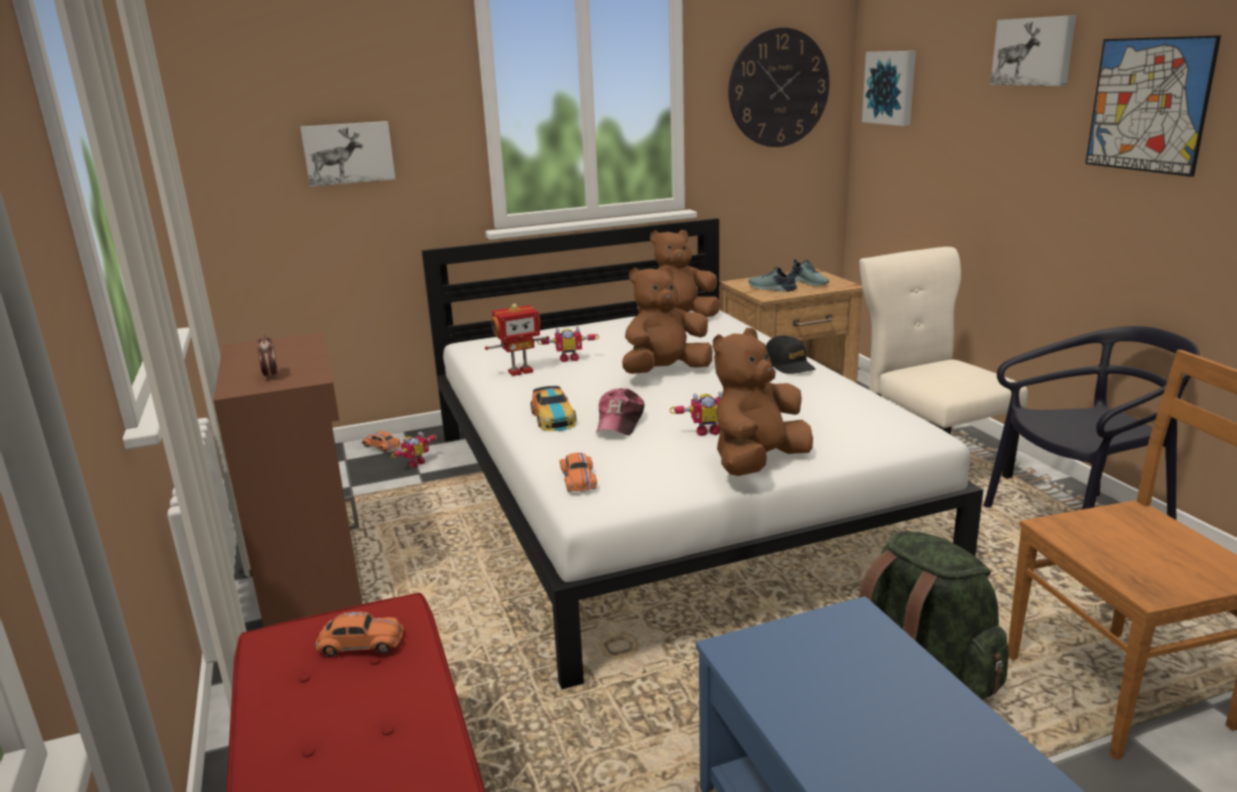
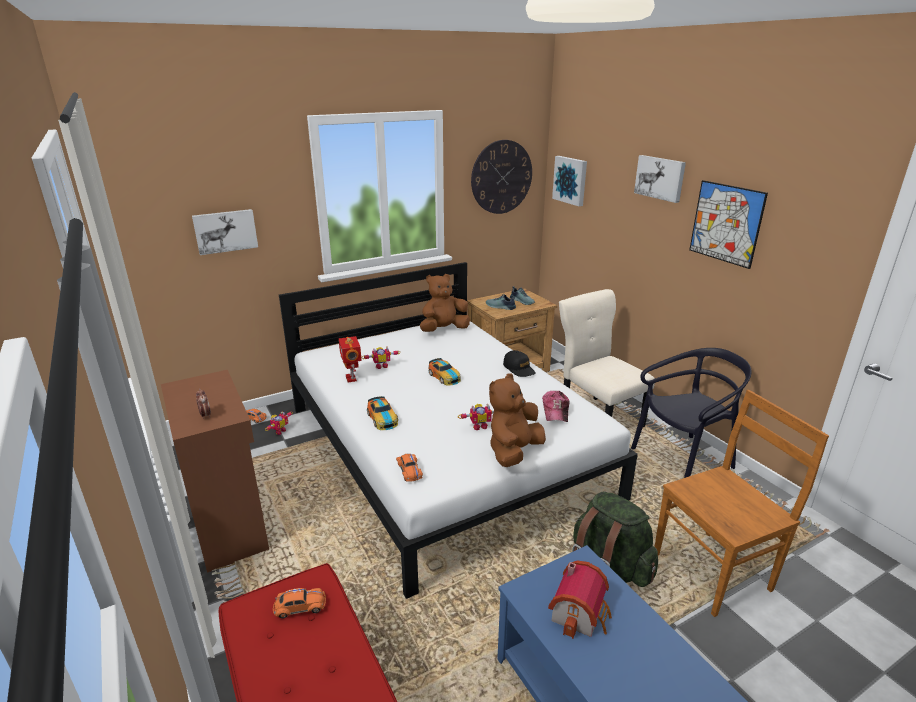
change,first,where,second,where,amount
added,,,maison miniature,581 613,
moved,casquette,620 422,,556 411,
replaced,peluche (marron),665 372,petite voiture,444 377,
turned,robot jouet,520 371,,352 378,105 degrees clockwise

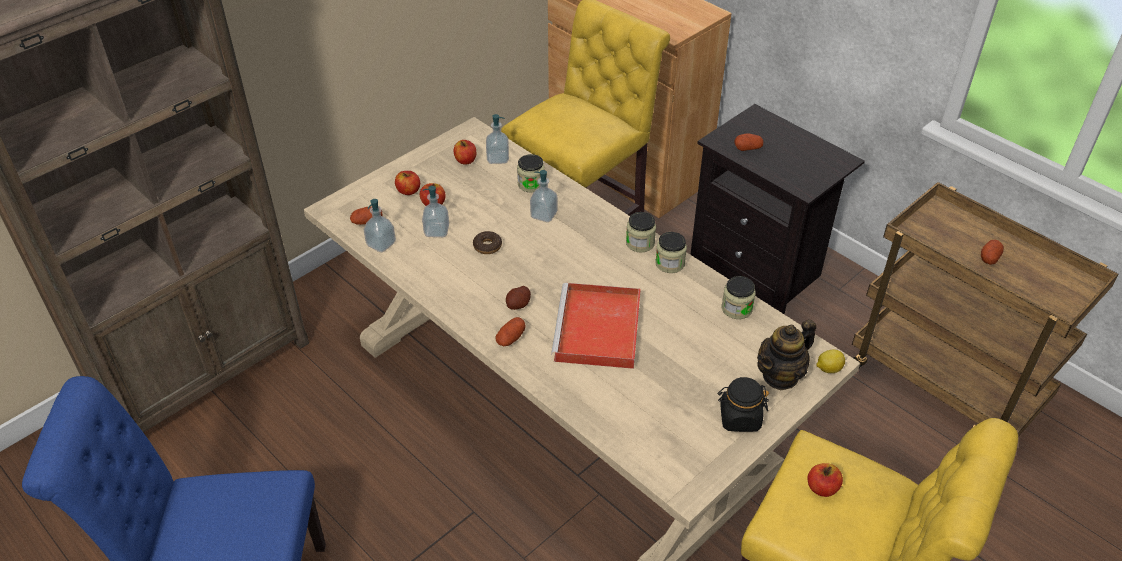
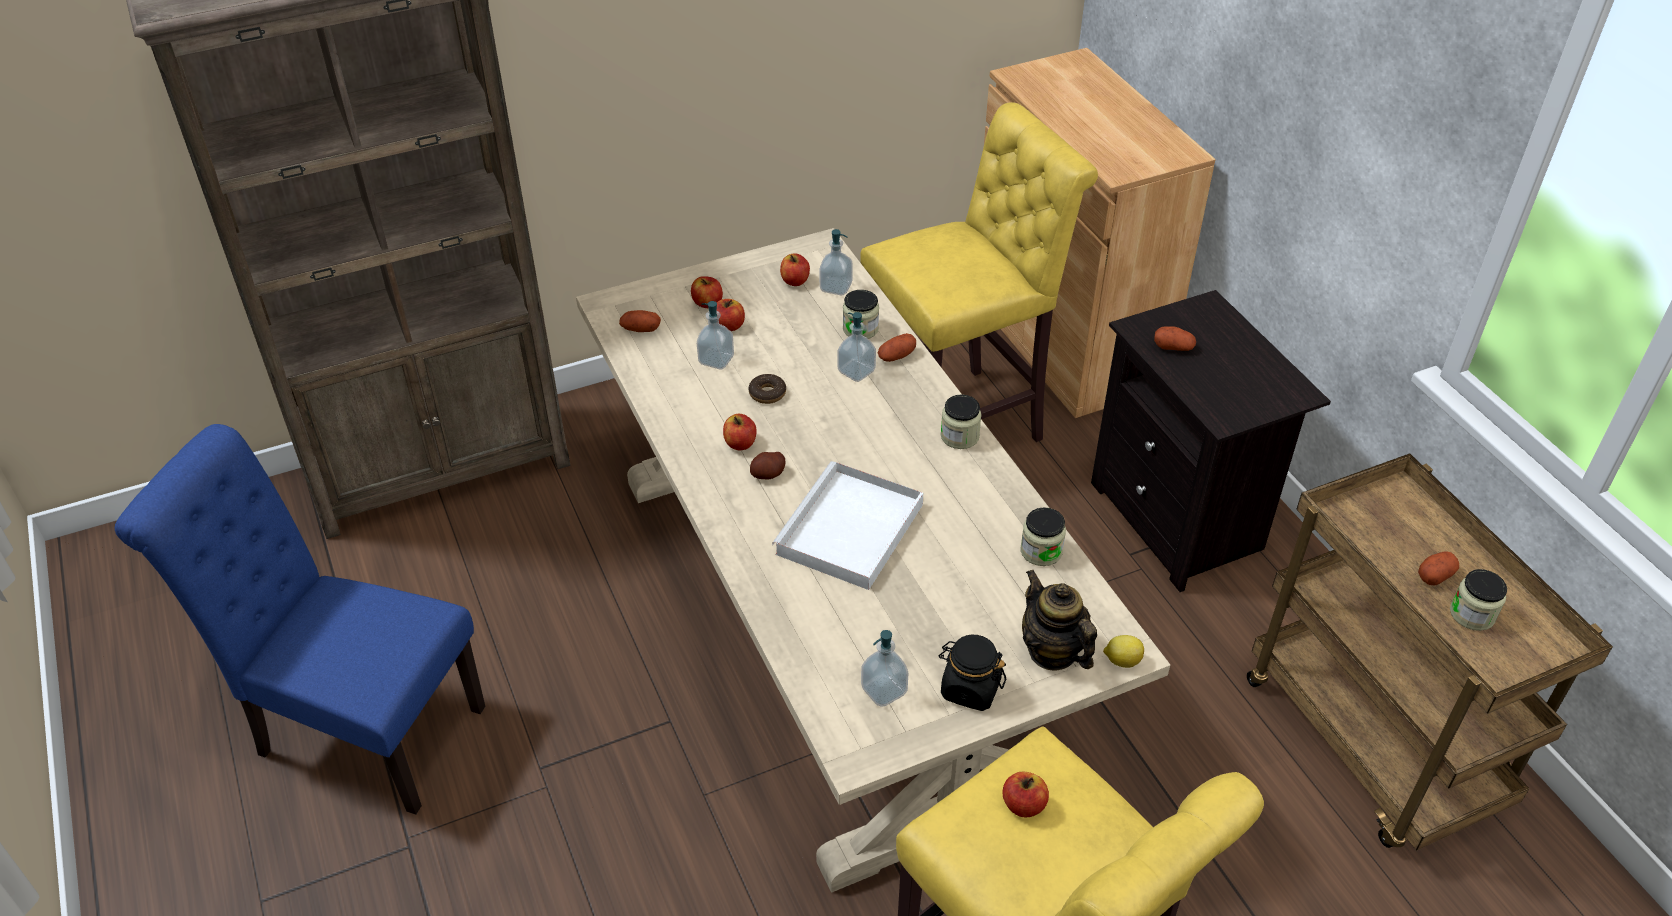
change,first,where,second,where,amount
added,,,pomme,740 443,
moved,distributeur de savon,381 244,,884 690,
moved,pomme de terre,510 338,,896 356,
moved,bocal,670 263,,1472 614,
recoloured,plateau (rouge),598 330,plateau (blanc),849 531,
turned,théière,780 376,,1052 651,75 degrees clockwise

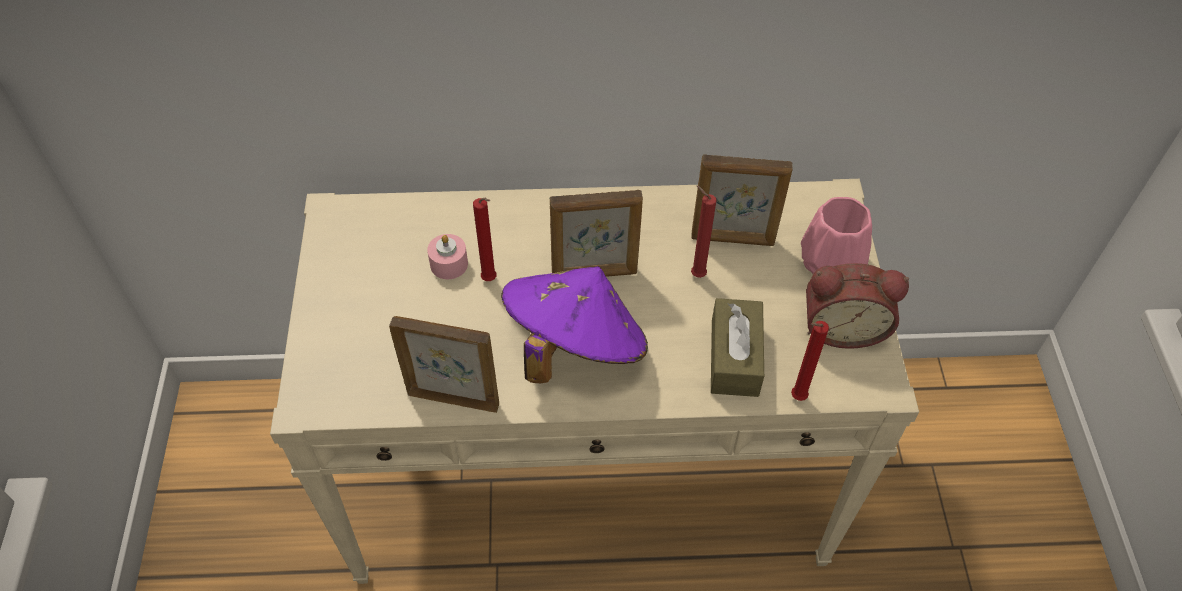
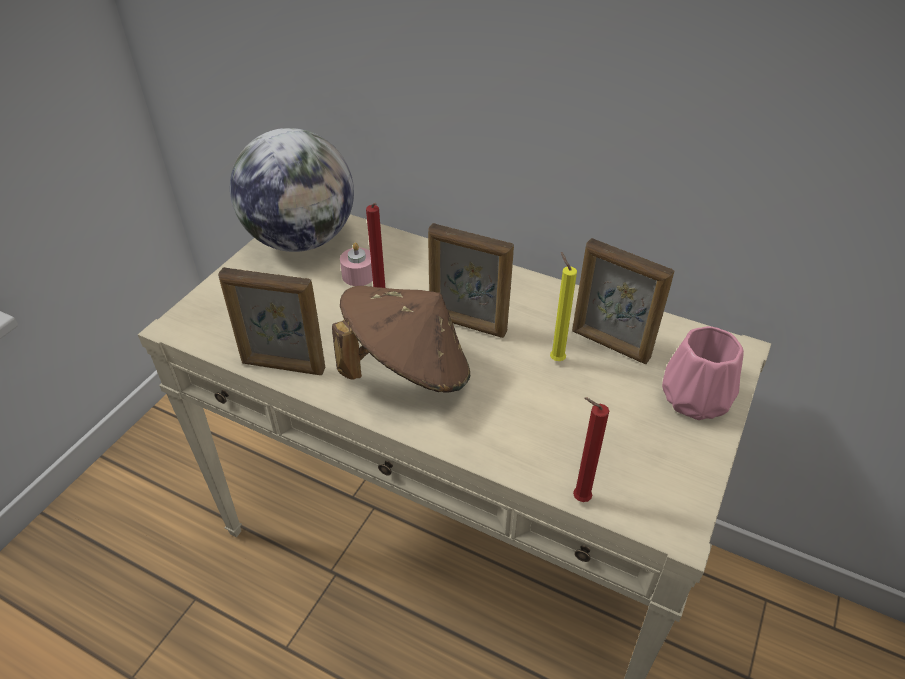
change,first,where,second,where,amount
removed,boîte à mouchoirs (marron),734 357,,,
removed,réveil,842 326,,,
added,,,globe,301 239,
recoloured,chapeau (violet),574 346,chapeau (marron),407 370,
recoloured,bougie (rouge),695 274,bougie (jaune),555 358,
turned,cadre photo,453 398,,283 366,150 degrees clockwise

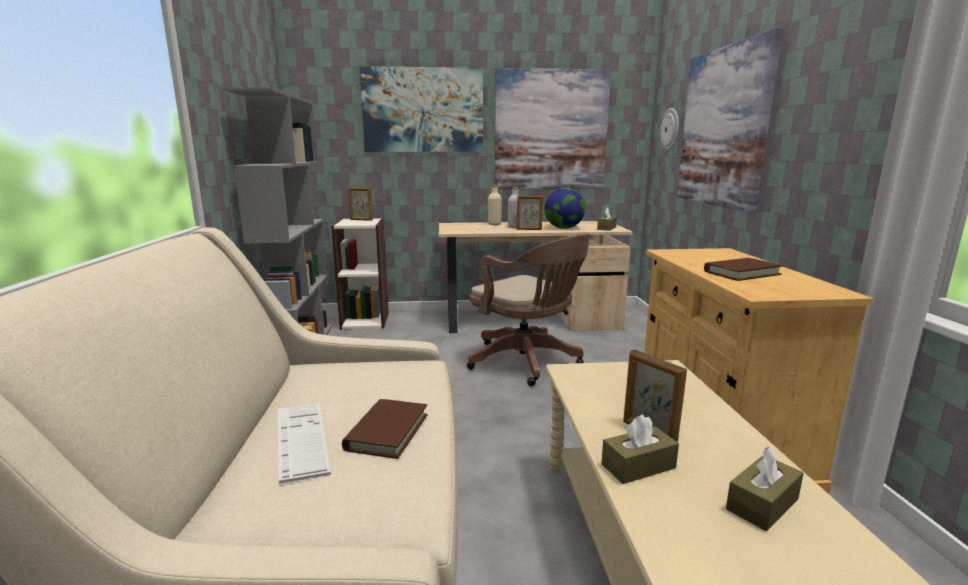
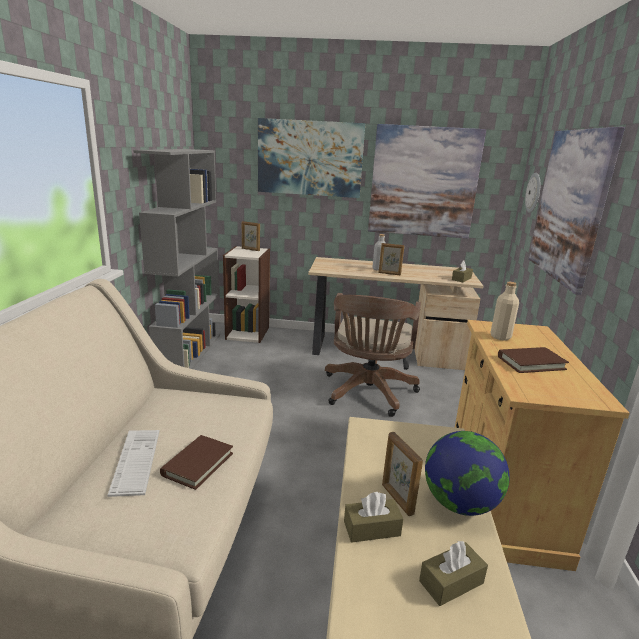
change,first,where,second,where,amount
moved,bouteille (beige),494 224,,500 337,
moved,globe,564 228,,460 504,
turned,chaise de bureau (marron),528 362,,368 393,45 degrees clockwise

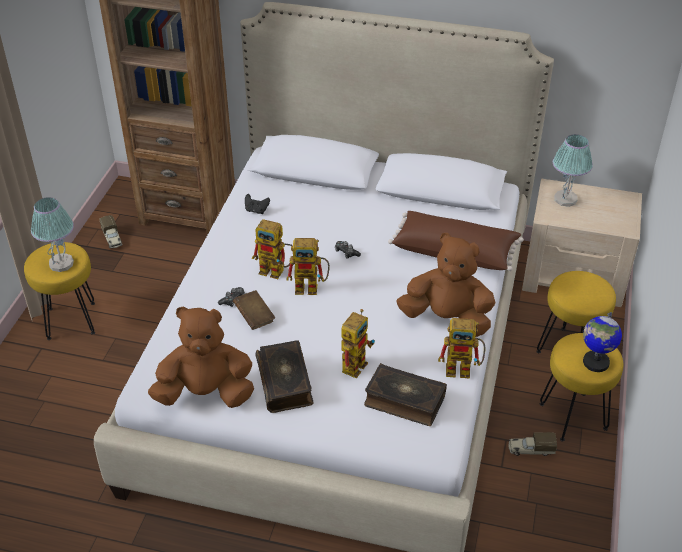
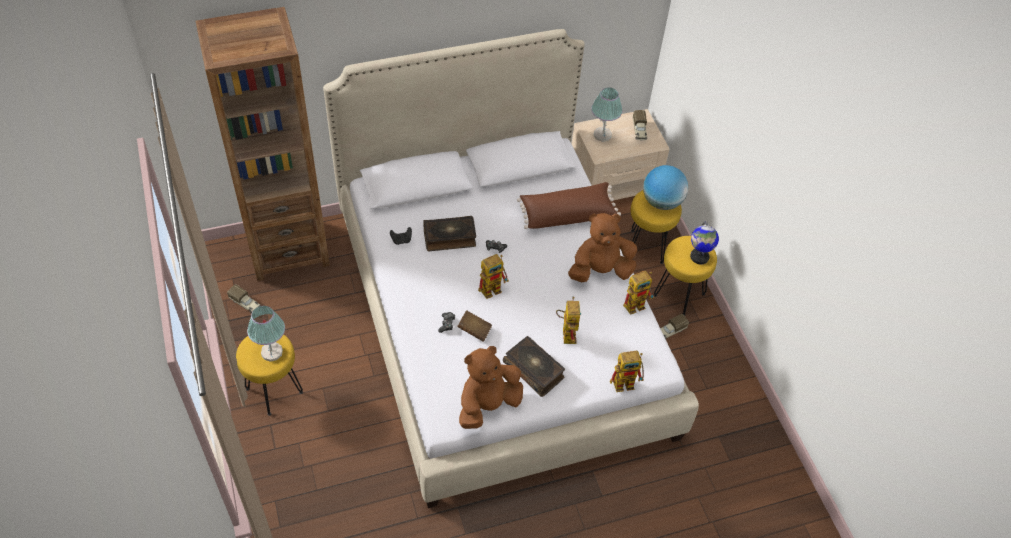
change,first,where,second,where,amount
added,,,camion jouet,639 131,
added,,,globe,662 202,
moved,robot jouet,277 271,,627 382,
moved,livre,404 401,,449 237,

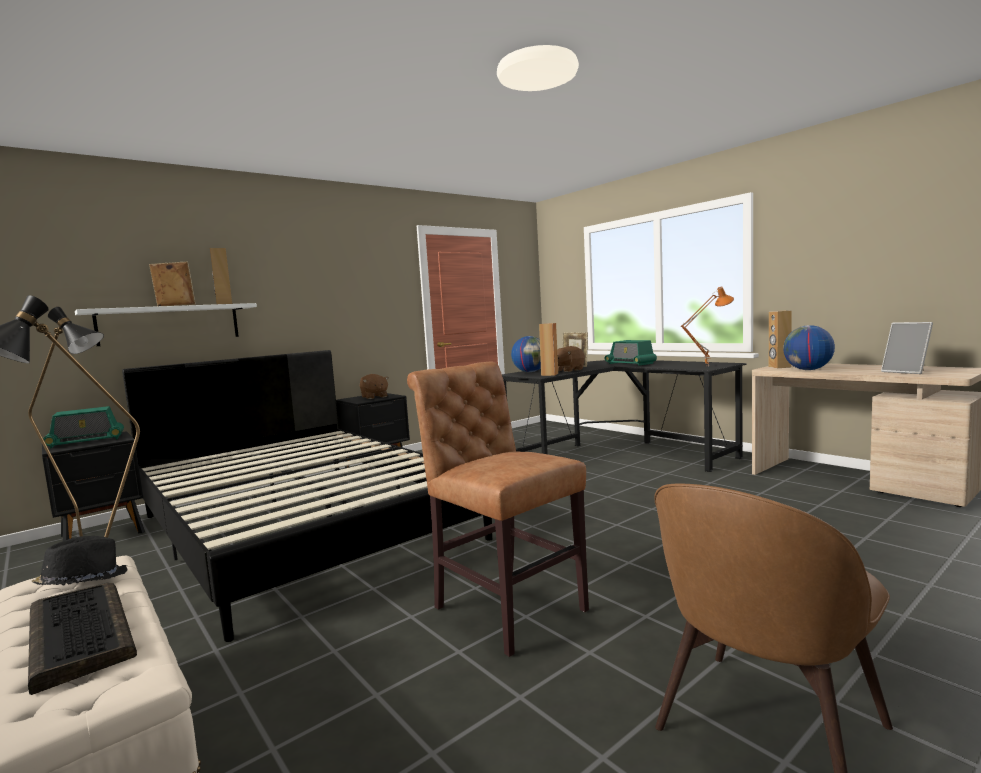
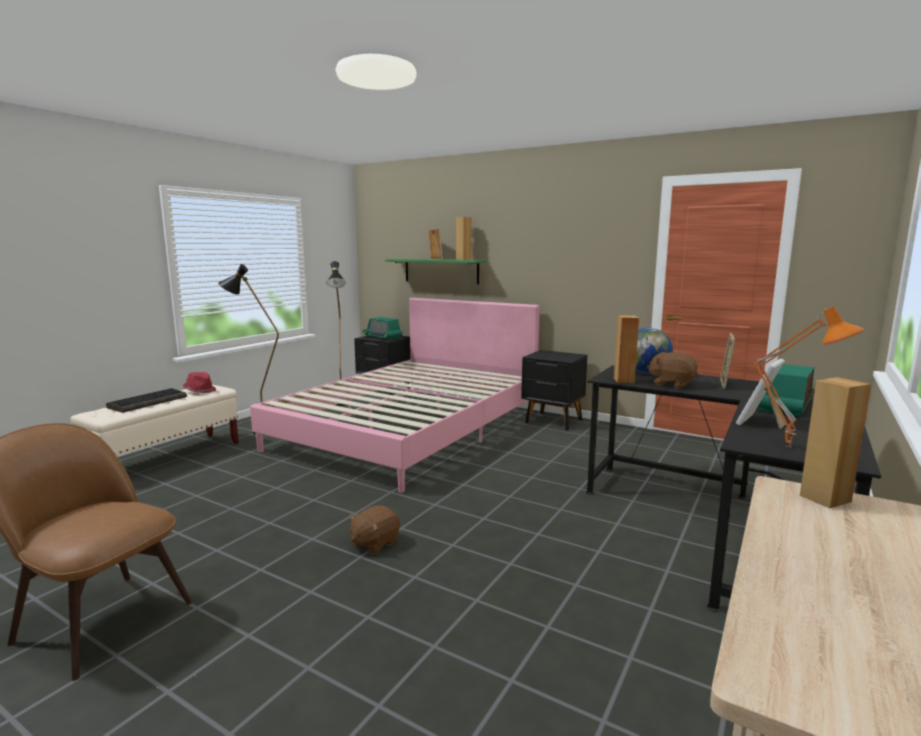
change,first,where,second,where,amount
removed,chaise (marron),504 606,,,
removed,globe,808 370,,,
moved,peluche (marron),374 397,,374 543,
moved,cadre photo,907 372,,760 423,
recoloured,chapeau (noir),83 582,chapeau (rouge),200 391,
recoloured,étagère (blanc),170 324,étagère (vert),441 270,
recoloured,lit (noir),302 526,lit (rose),411 429,

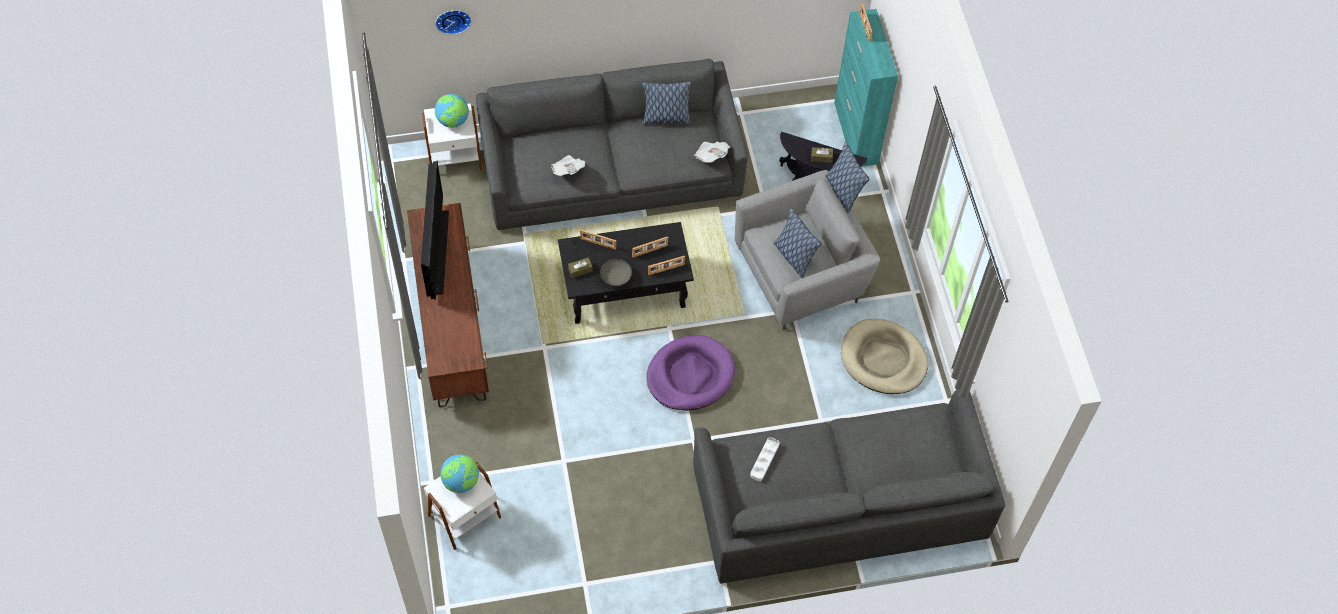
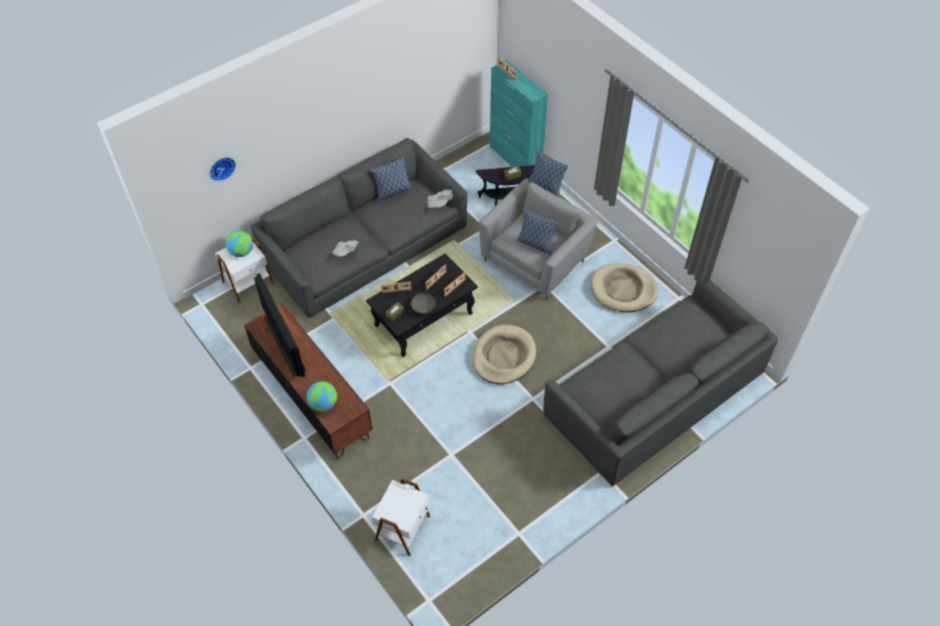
change,first,where,second,where,amount
removed,plateau (blanc),764 460,,,
moved,globe,461 482,,323 404,
recoloured,panier pour chien (violet),690 375,panier pour chien (beige),503 356,

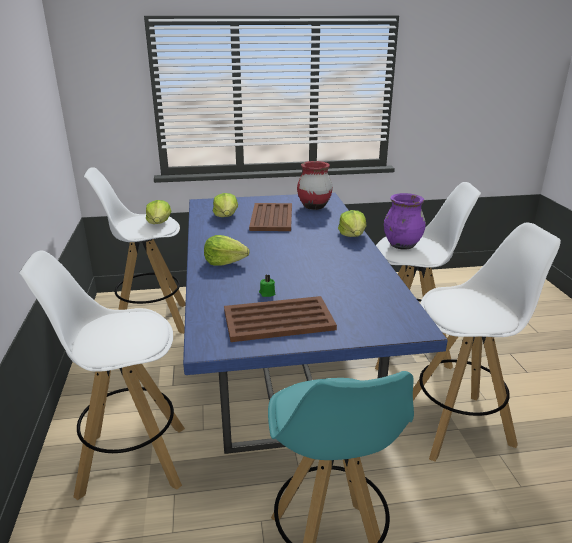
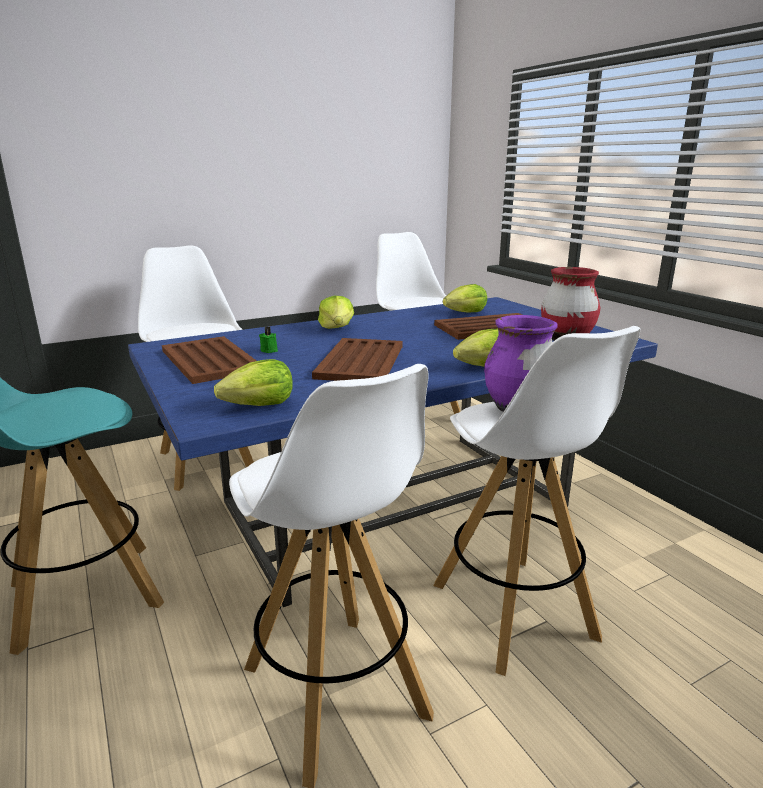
change,first,where,second,where,amount
added,,,plateau (marron),361 361,
moved,laitue,159 223,,259 405,

